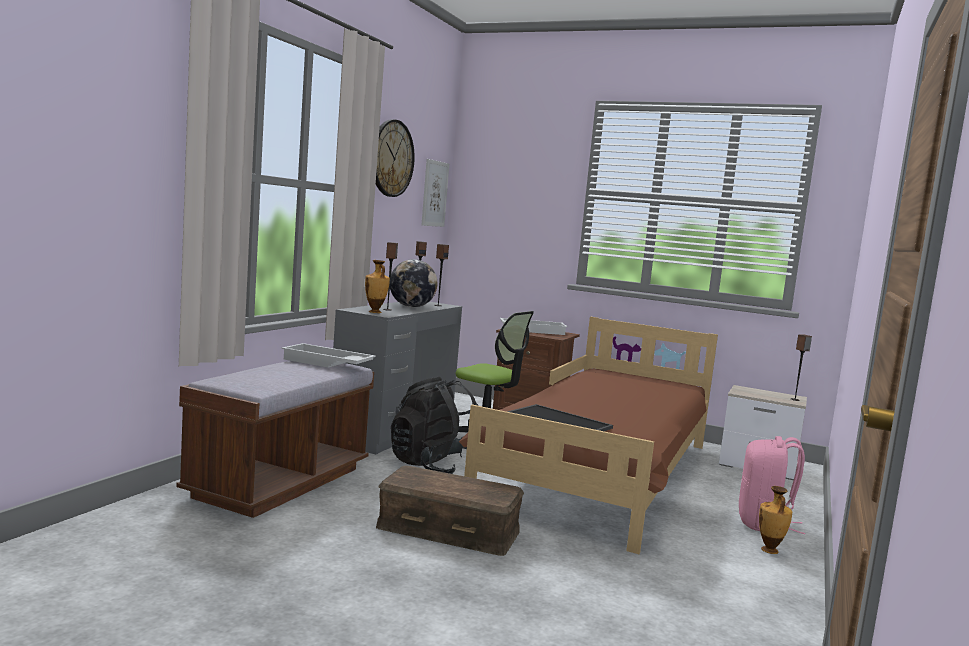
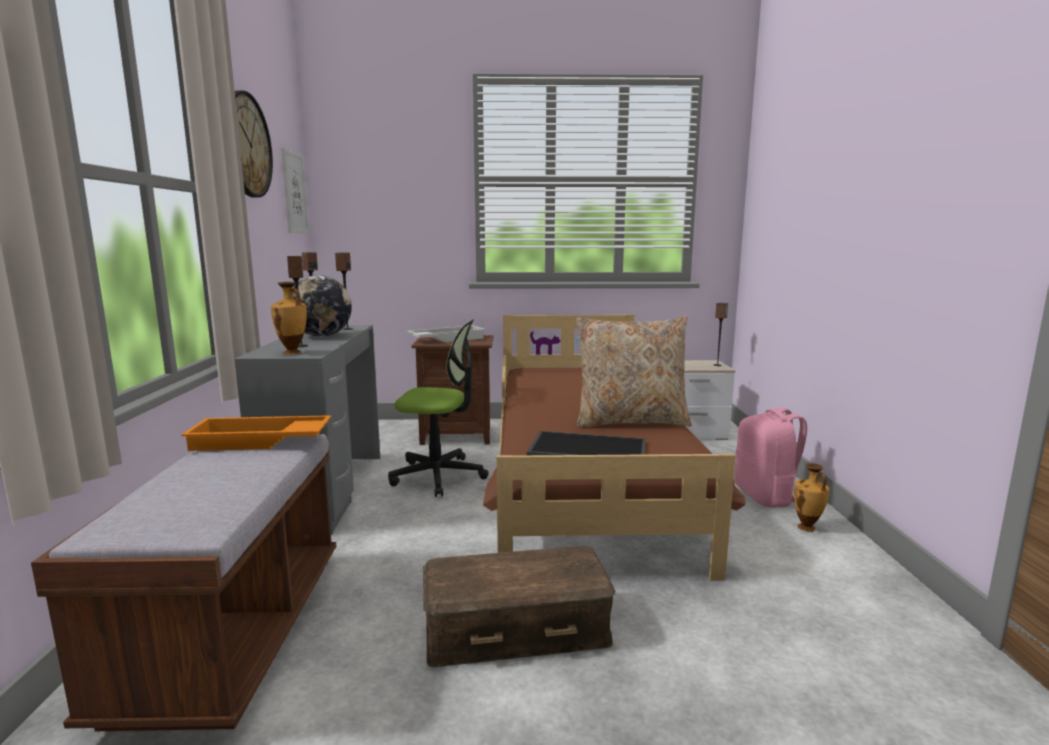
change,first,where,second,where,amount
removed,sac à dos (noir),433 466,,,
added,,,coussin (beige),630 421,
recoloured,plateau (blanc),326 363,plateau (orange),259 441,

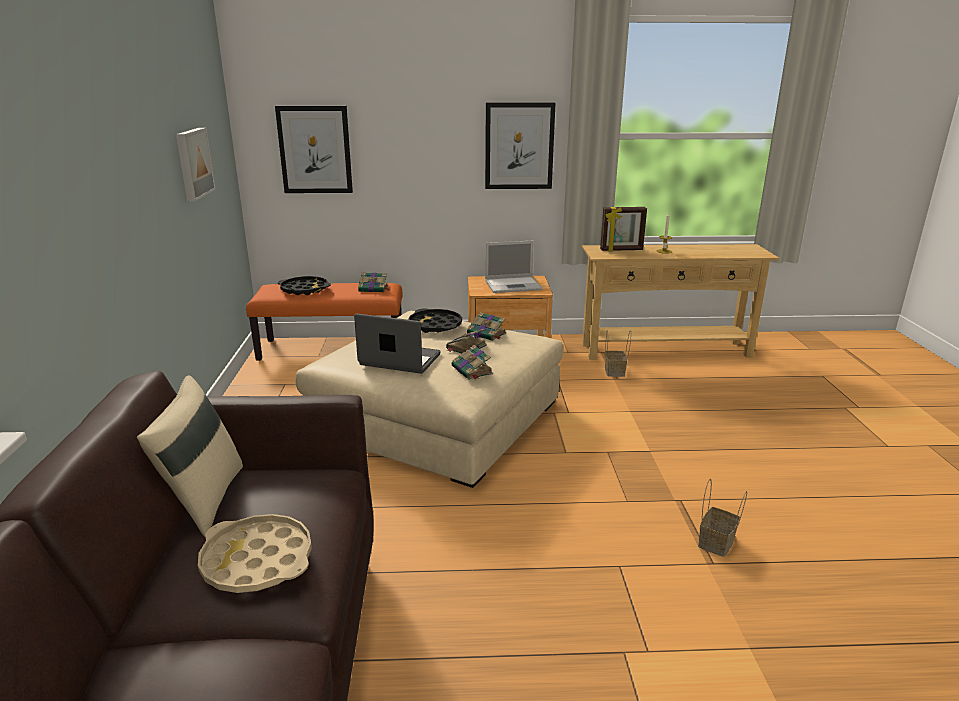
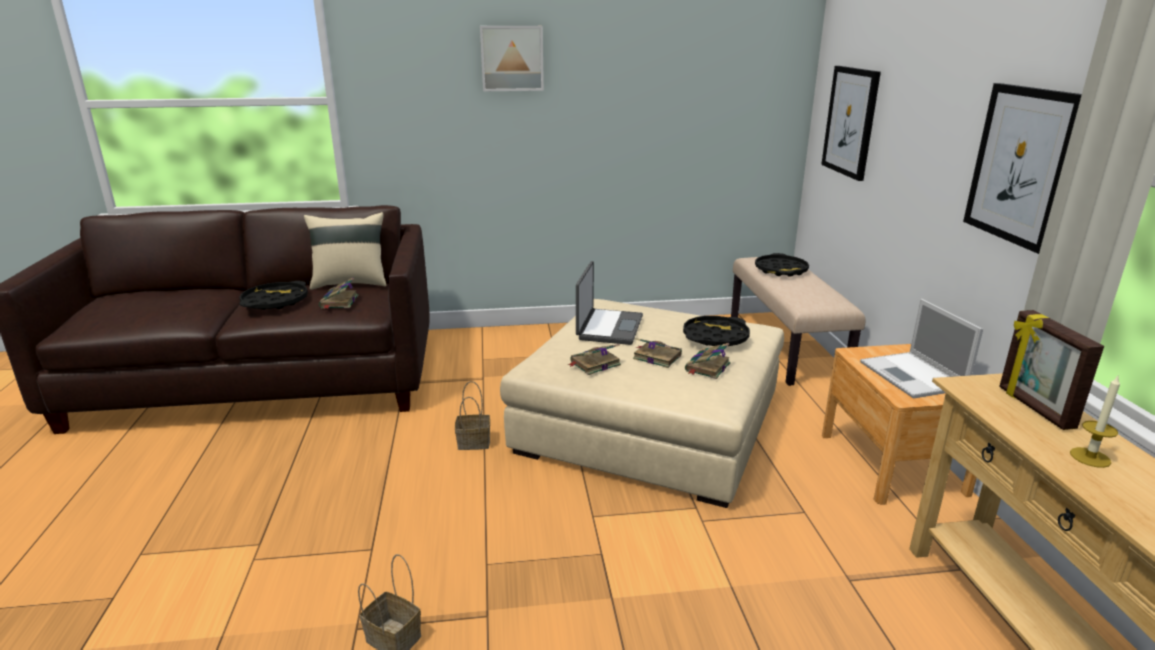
change,first,where,second,where,amount
moved,tableau,193 163,,512 58,
moved,livre,374 289,,339 302,
moved,panier,615 372,,472 443,
recoloured,plateau (beige),257 561,plateau (noir),275 301,
recoloured,banc (orange),332 349,banc (beige),786 347,

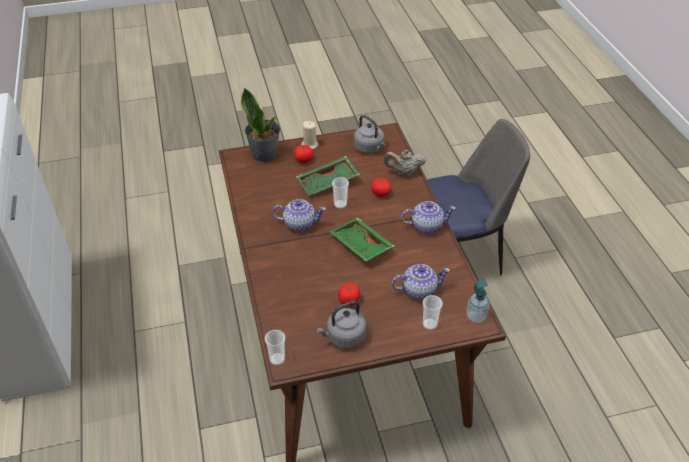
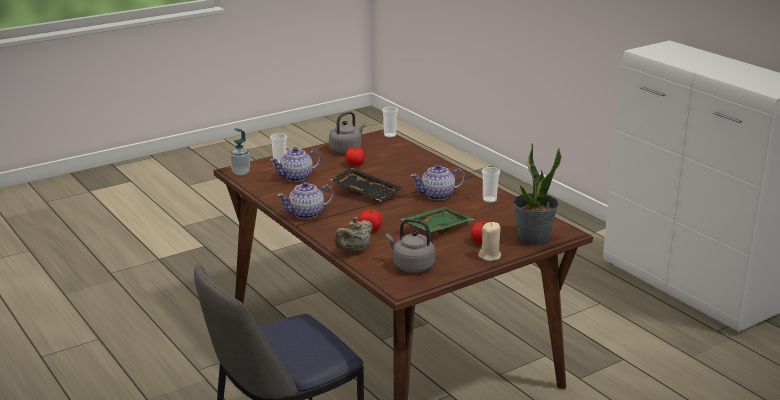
change,first,where,second,where,amount
moved,tasse,340 204,,489 200,
recoloured,plateau (vert),360 245,plateau (noir),367 192,
turned,théière (beige),403 172,,354 251,150 degrees clockwise

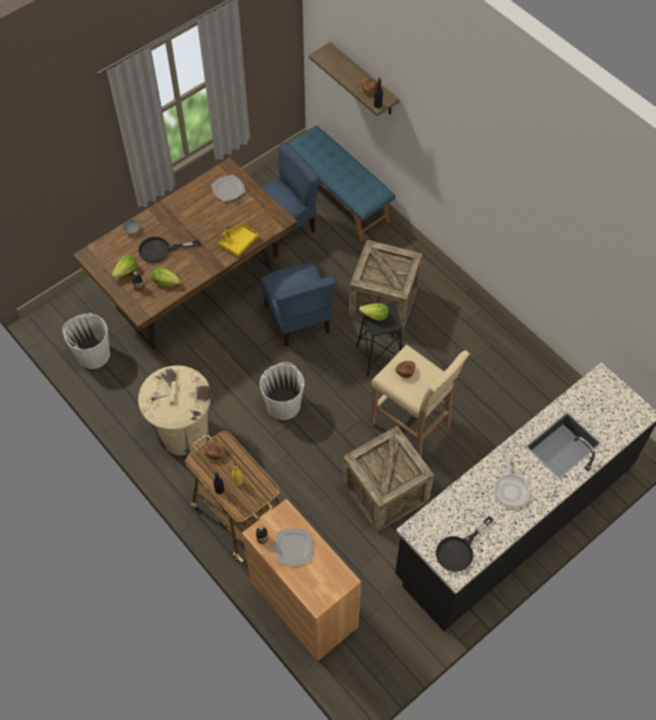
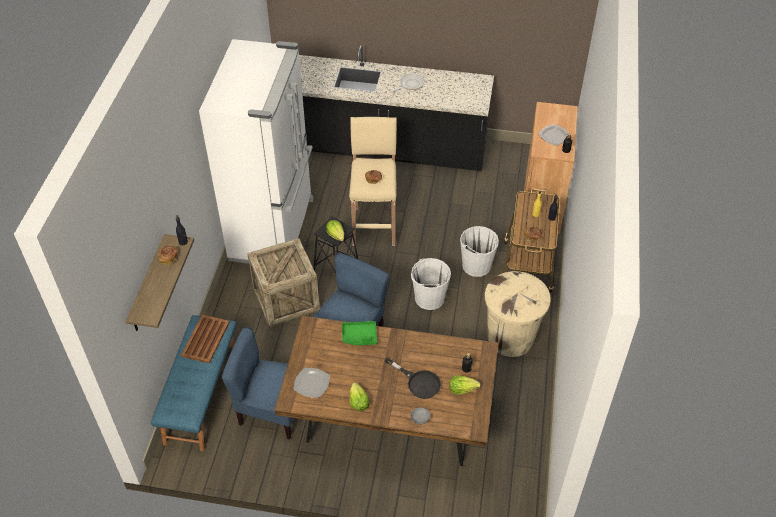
change,first,where,second,where,amount
removed,caisse,385 492,,,
removed,poêle (noir),459 550,,,
added,,,plateau (marron),205 339,
added,,,réfrigérateur (blanc),274 229,
moved,seau (blanc),93 354,,476 266,
moved,laitue,166 281,,358 402,
recoloured,plateau (jaune),238 242,plateau (vert),359 336,

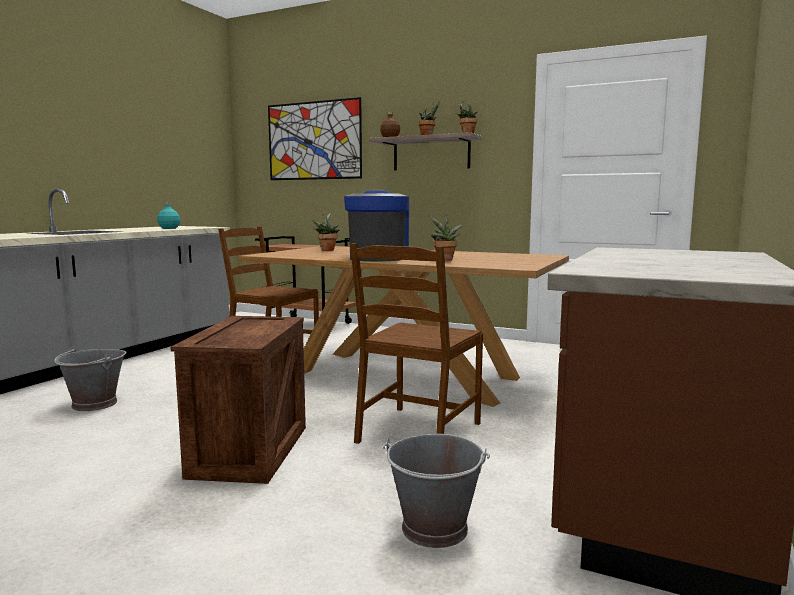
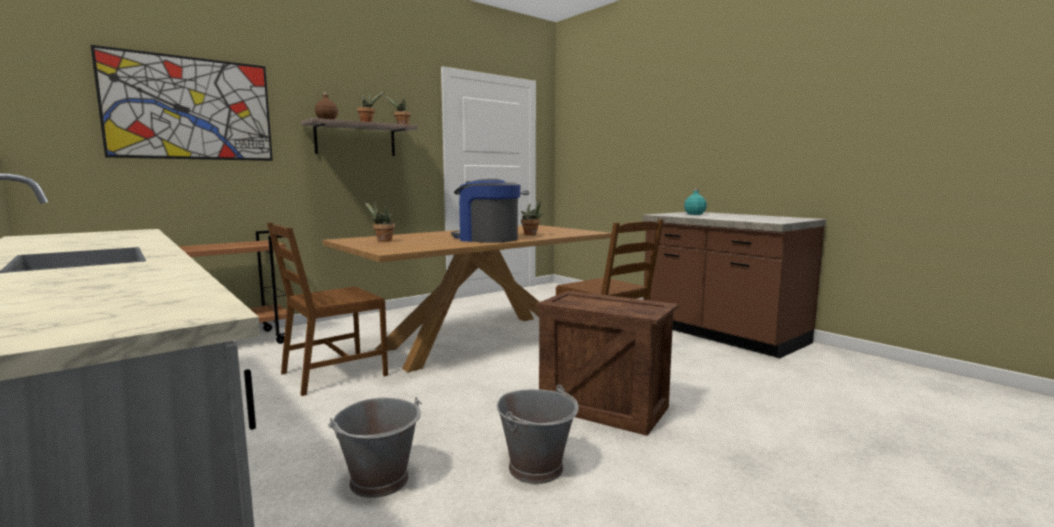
change,first,where,second,where,amount
moved,bouteille (turquoise),169 228,,695 214,
moved,seau (gris),435 529,,536 468,

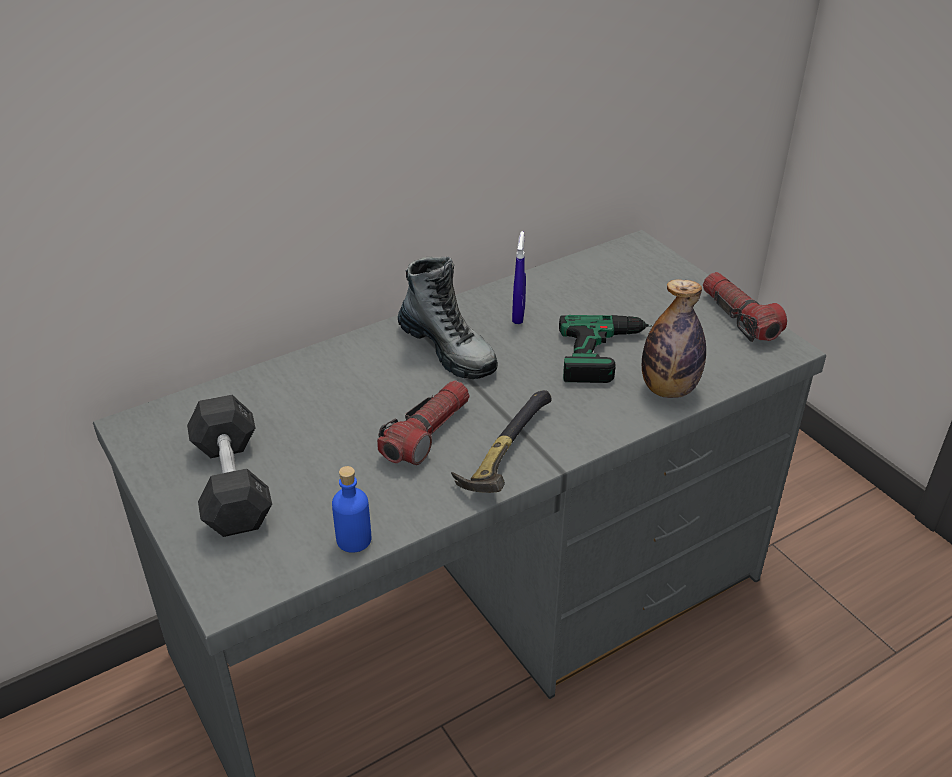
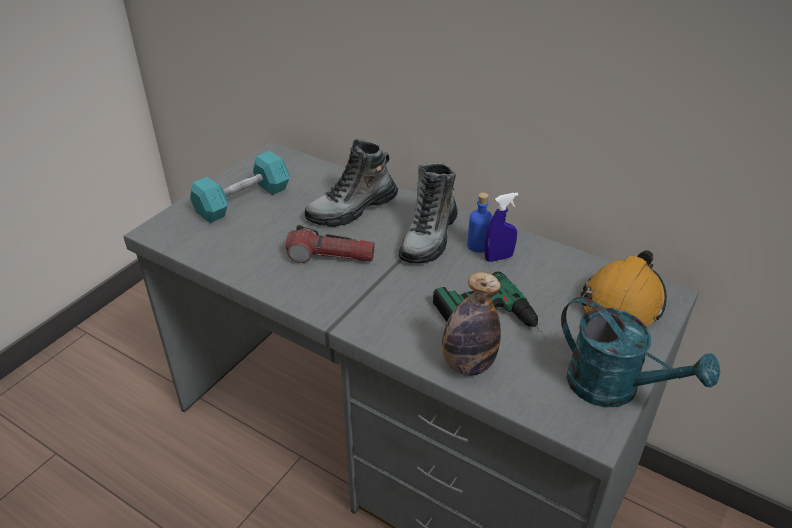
change,first,where,second,where,amount
removed,marteau,502 454,,,
added,,,botte,352 209,
added,,,casque de chantier (orange),622 302,
moved,bouteille (bleu),354 539,,478 245,
replaced,lampe de poche,739 318,arrosoir (turquoise),615 388,
recoloured,haltère (gris),232 484,haltère (turquoise),243 201,

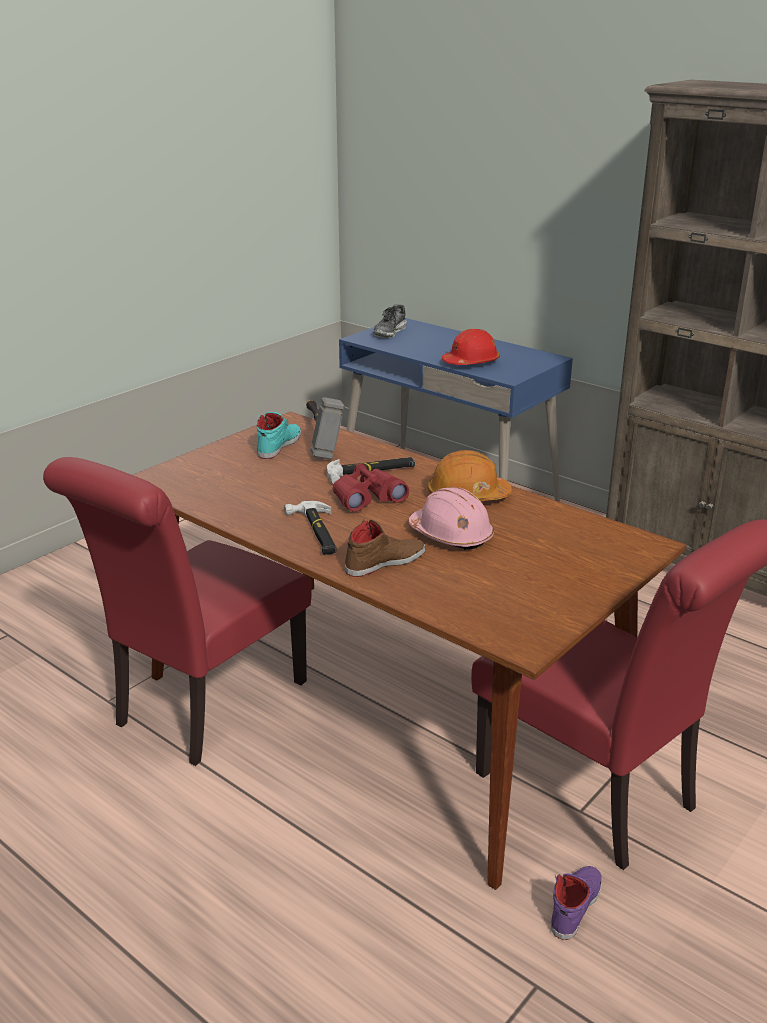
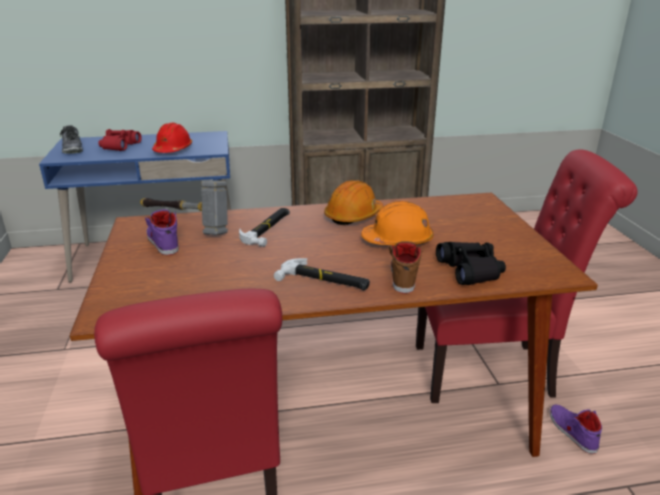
change,first,where,second,where,amount
added,,,jumelles (noir),470 270,
moved,jumelles (rouge),367 498,,119 146,
recoloured,chaussure (turquoise),278 445,chaussure (violet),162 241,
recoloured,casque de chantier (rose),451 535,casque de chantier (orange),398 240,

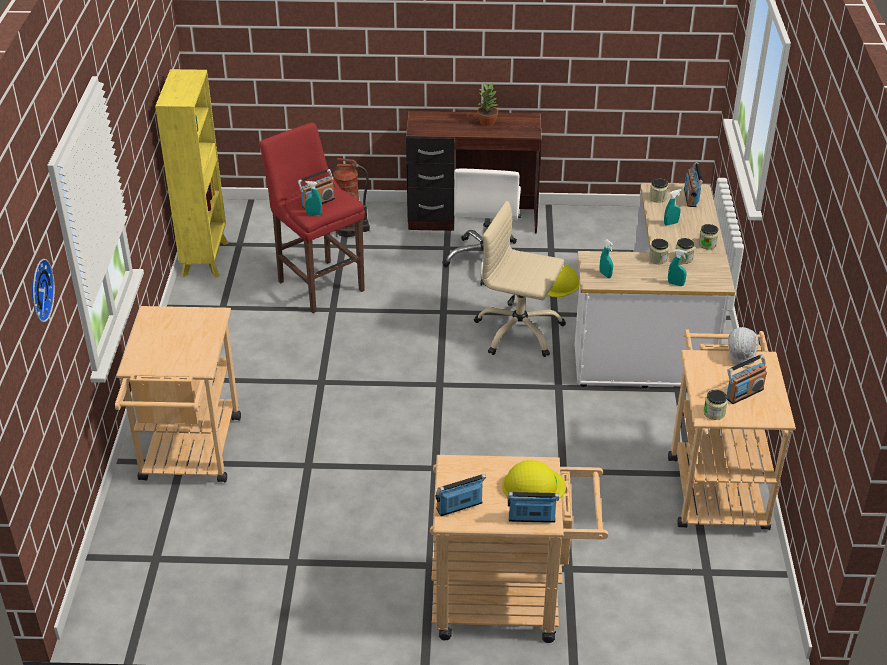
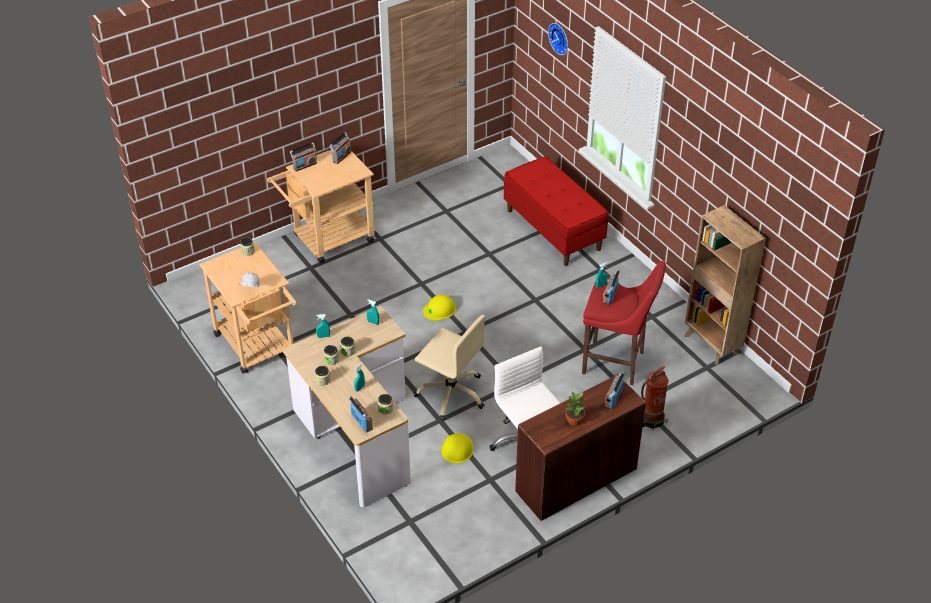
change,first,where,second,where,amount
moved,casque de chantier (jaune),533 486,,440 309,
moved,radio,744 393,,613 398,
replaced,chariot (beige),189 456,banc (rouge),553 230,
recoloured,bibliothèque (jaune),205 258,bibliothèque (marron),712 345,
turned,chaise de bureau (beige),518 331,,451 393,45 degrees clockwise

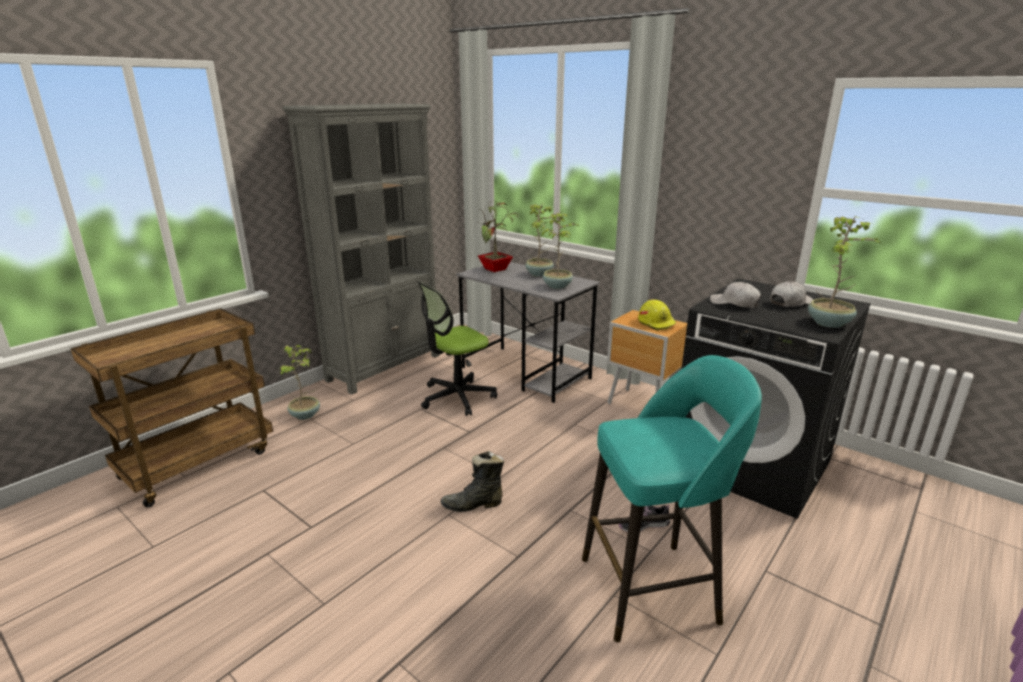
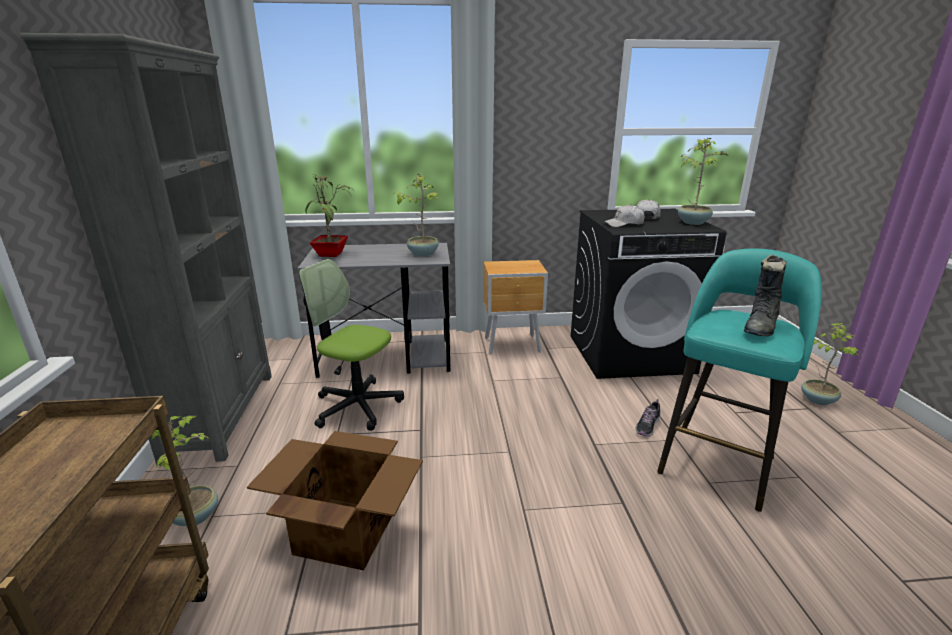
change,first,where,second,where,amount
removed,casque de chantier (jaune),656 323,,,
added,,,carton,344 531,
moved,botte (noir),473 505,,761 327,
moved,plante en pot,540 274,,817 399,
turned,chaise de bureau,457 397,,357 406,105 degrees clockwise

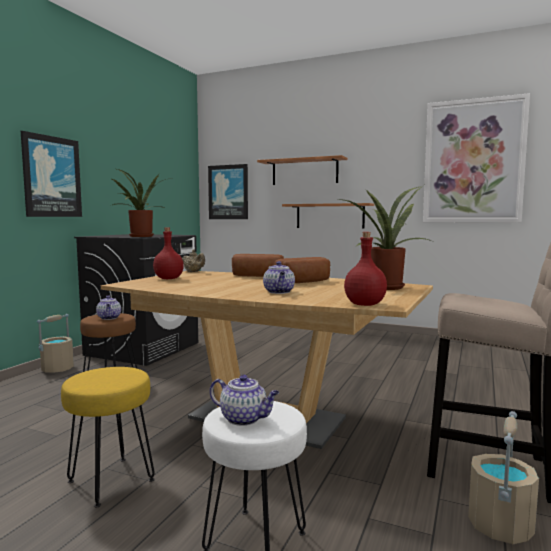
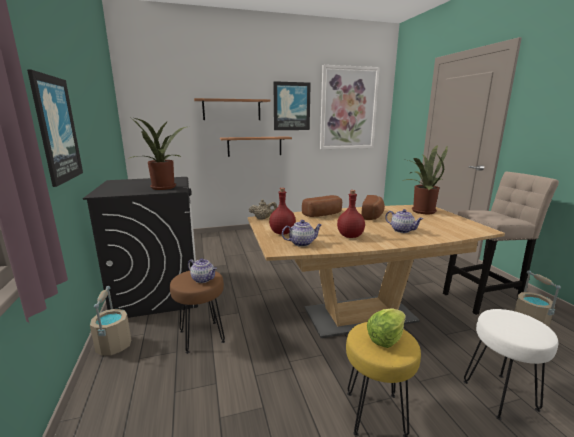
change,first,where,second,where,amount
added,,,laitue,386 338,
moved,tableau,228 192,,291 106,
moved,théière,245 419,,302 243,
moved,bouteille (rouge),364 304,,349 236,

